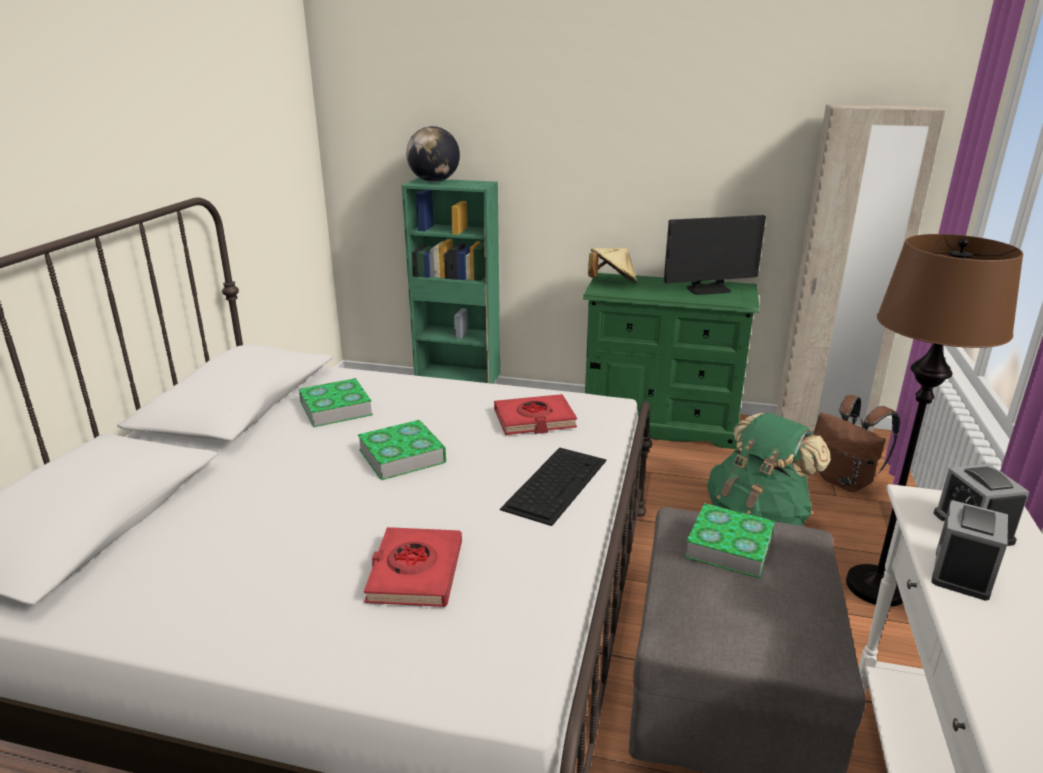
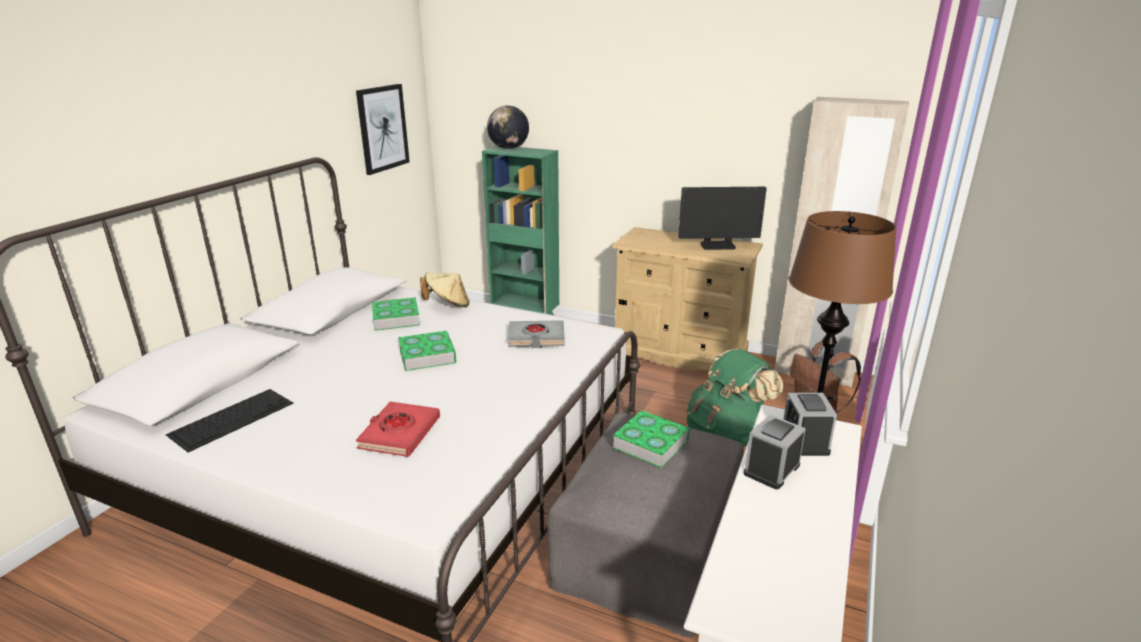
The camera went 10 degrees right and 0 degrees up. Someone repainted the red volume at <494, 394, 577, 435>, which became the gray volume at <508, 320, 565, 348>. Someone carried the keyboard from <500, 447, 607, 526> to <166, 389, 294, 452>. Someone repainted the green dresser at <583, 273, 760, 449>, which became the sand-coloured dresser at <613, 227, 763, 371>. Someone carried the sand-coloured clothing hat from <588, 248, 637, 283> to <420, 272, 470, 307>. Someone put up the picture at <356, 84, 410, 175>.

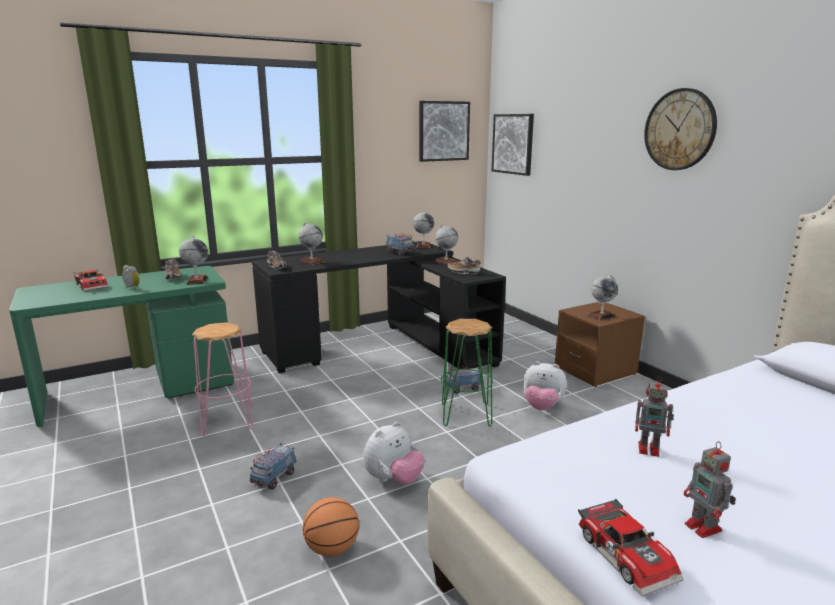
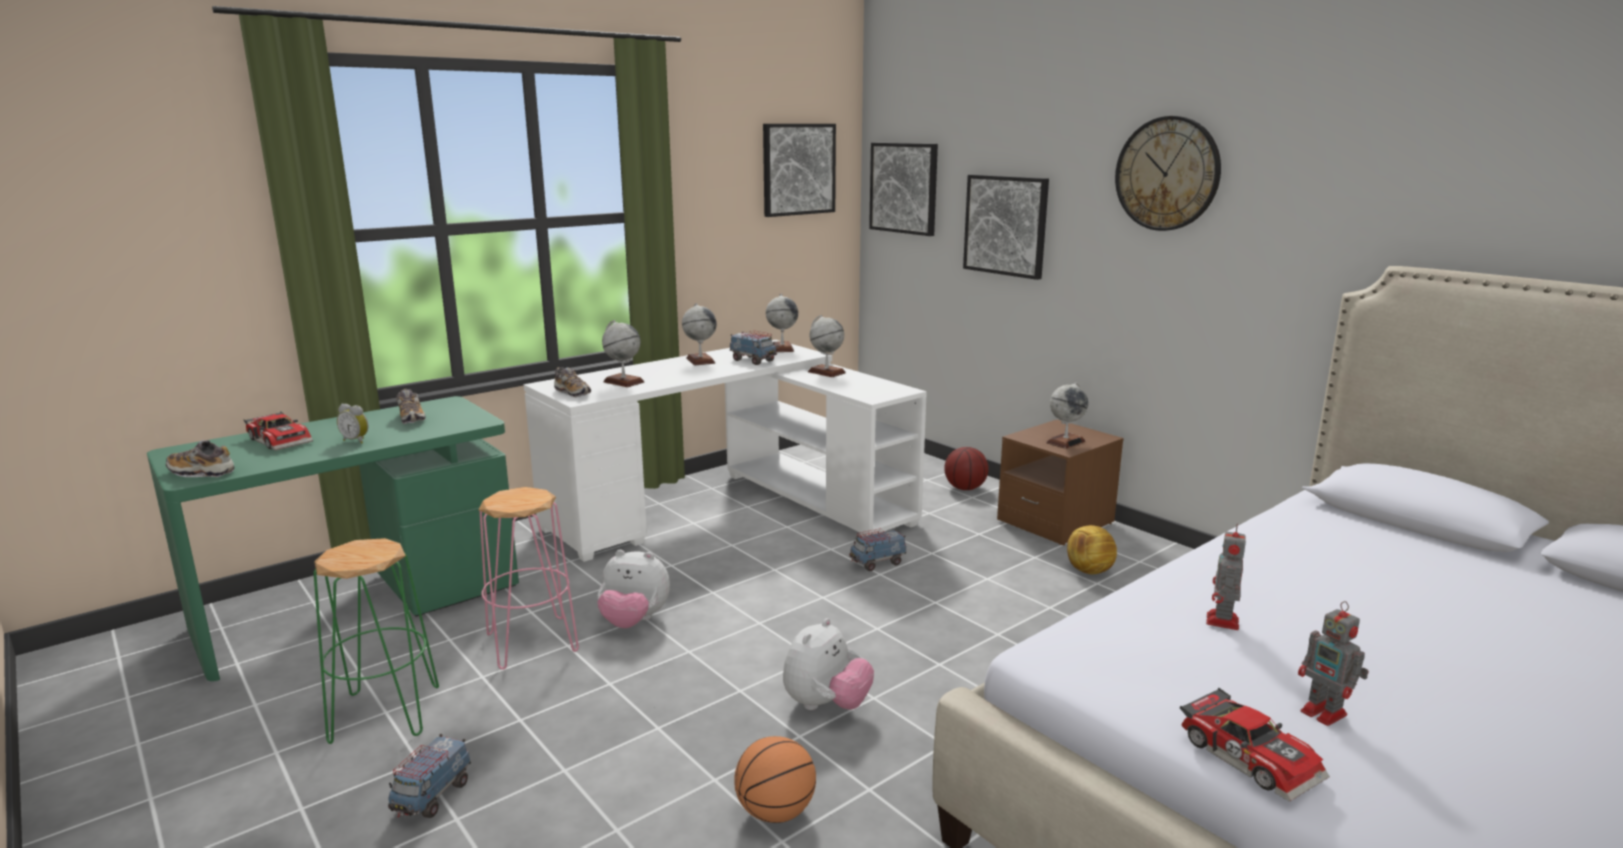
The camera went 10 degrees left and 0 degrees up. Someone carried the globe from <179, 236, 208, 285> to <682, 303, 717, 365>. Someone carried the toy lorry from <249, 443, 297, 490> to <388, 734, 471, 818>. Someone repainted the black-coloured desk table at <252, 241, 506, 374>, which became the white desk table at <524, 340, 927, 562>. Someone carried the green stool seat from <441, 319, 493, 427> to <314, 538, 439, 744>. Someone carried the shoe from <447, 257, 481, 274> to <166, 440, 234, 477>. Someone carried the plush toy from <523, 361, 567, 410> to <597, 550, 670, 628>. Someone rotated the toy robot at <635, 376, 674, 457> by 105 degrees clockwise. Someone put down the ball for basketball at <944, 447, 989, 490>. Someone put up the picture at <963, 174, 1049, 280>. Someone put down the ball for football at <1067, 525, 1117, 574>.

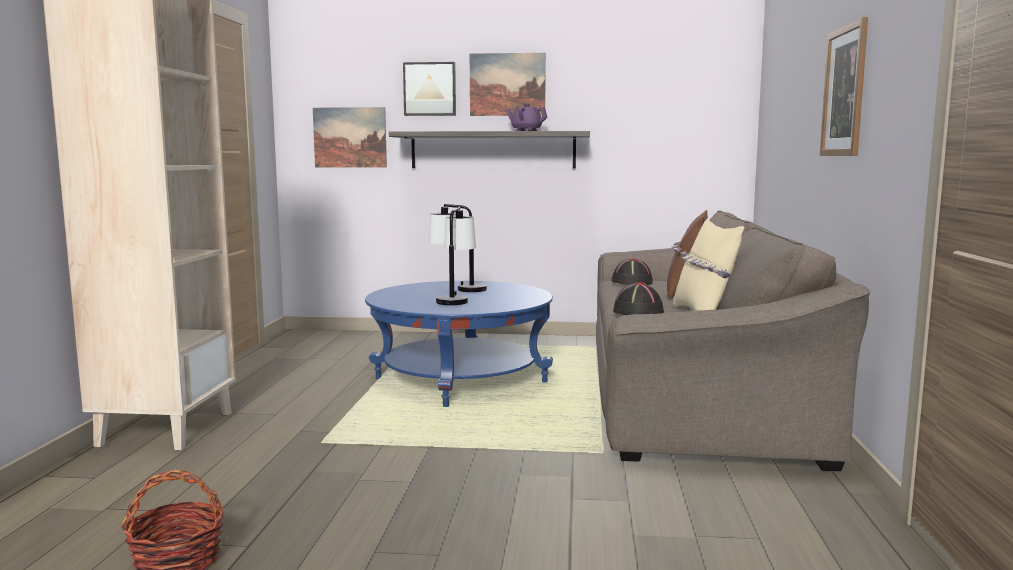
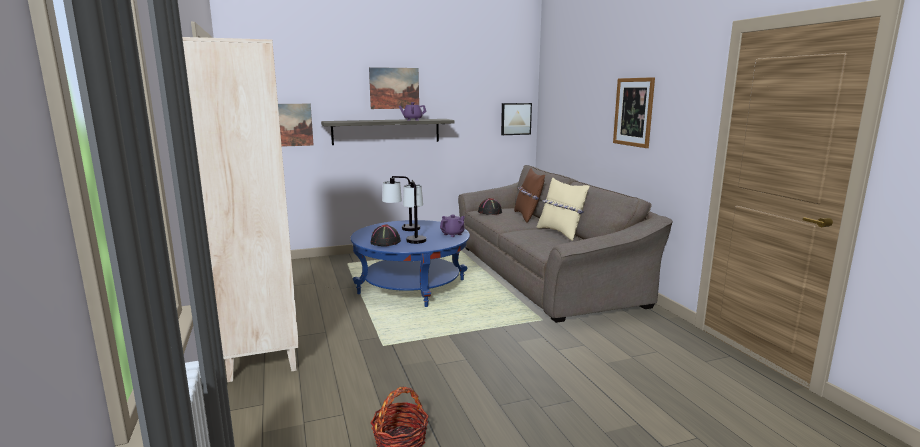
The camera went 25 degrees left and 5 degrees up. Someone carried the picture from <403, 62, 456, 116> to <501, 103, 532, 135>. Someone carried the black-coloured clothing hat from <613, 282, 664, 315> to <370, 224, 401, 246>. Someone put down the purple tea pot at <440, 215, 465, 237>.

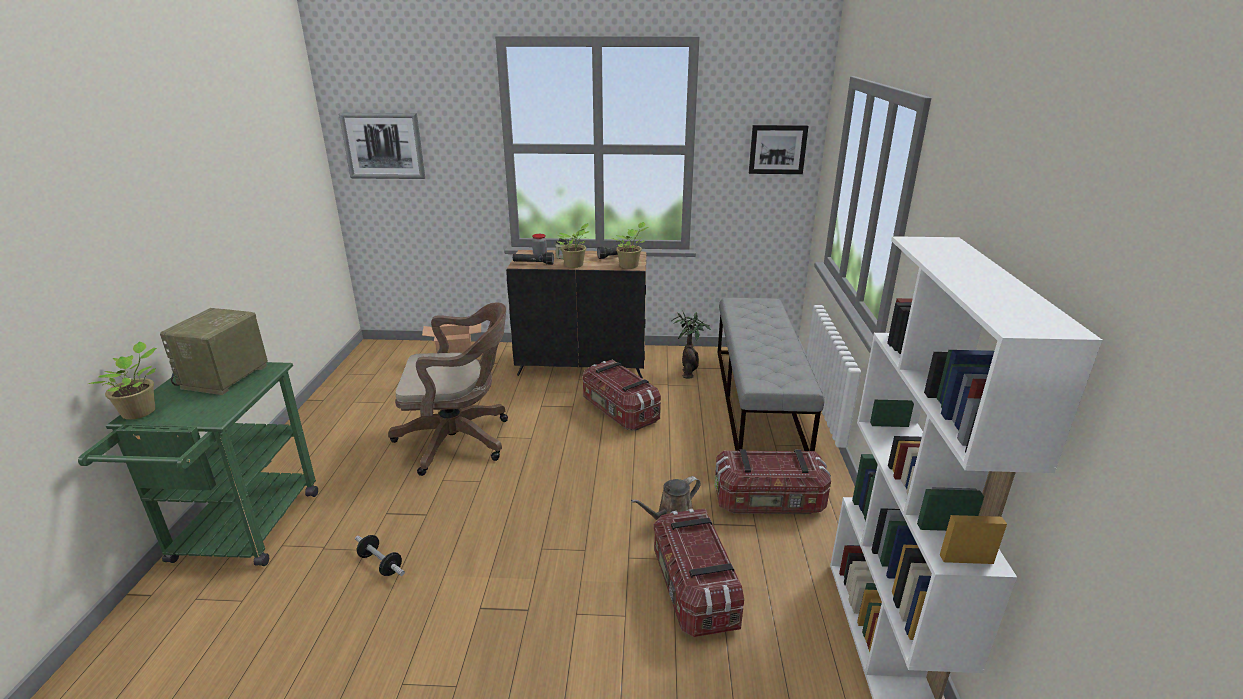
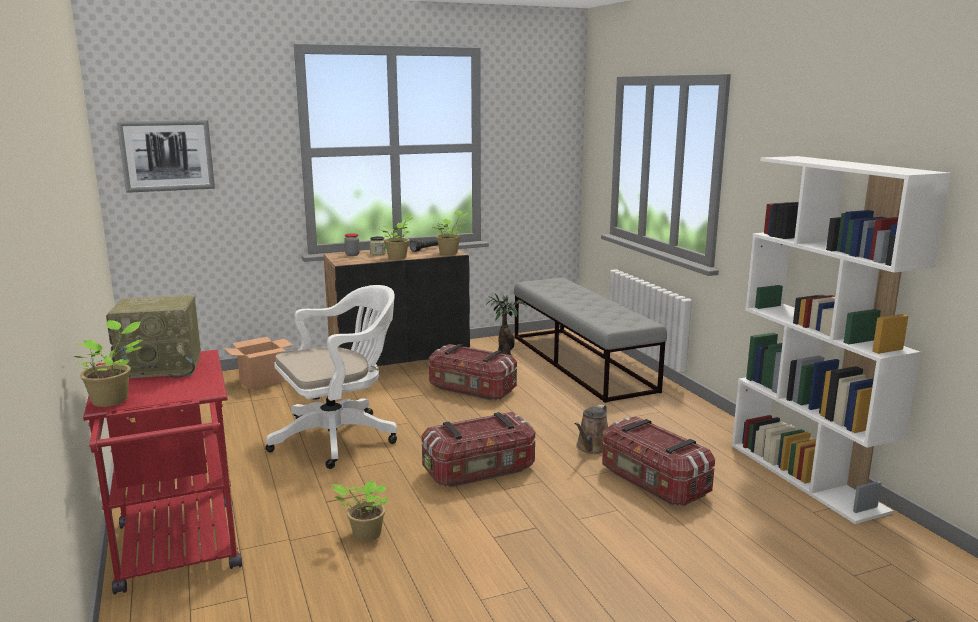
The camera went 25 degrees left and 10 degrees down. Someone repainted the green cart at <78, 362, 318, 566>, which became the red cart at <83, 350, 242, 595>. Someone rotated the radio receiver at <160, 308, 268, 395> by 90 degrees counterclockwise. Someone swapped the hand weight at <355, 535, 405, 576> for the houseplant at <331, 480, 389, 542>. Someone repainted the brownish office chair at <388, 303, 508, 476>, which became the white office chair at <266, 285, 397, 469>. Someone took away the black-coloured hand torch at <513, 252, 554, 265>. Someone carried the storage container from <714, 449, 831, 514> to <422, 412, 535, 488>. Someone took away the picture at <749, 125, 808, 174>.

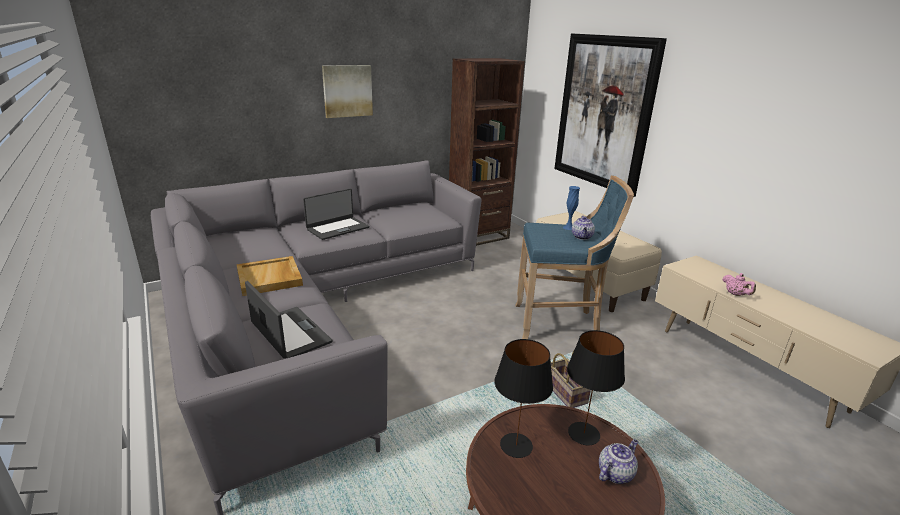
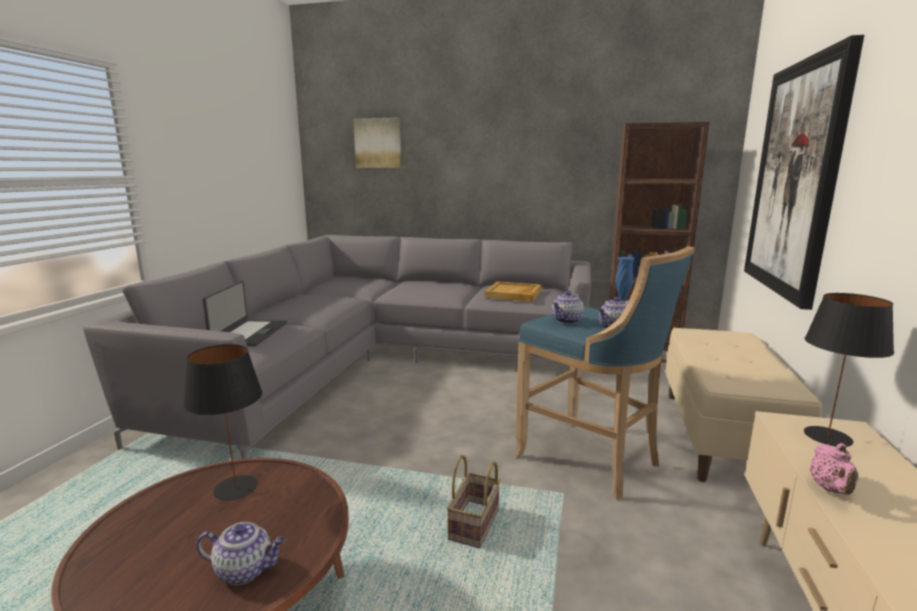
The camera went 45 degrees right and 10 degrees down. Someone carried the sand-coloured tray from <236, 256, 303, 296> to <485, 281, 541, 302>. Someone took away the laptop at <303, 188, 369, 240>. Someone carried the picture from <322, 65, 373, 118> to <354, 118, 401, 168>. Someone carried the black-coloured table lamp from <567, 330, 625, 445> to <804, 293, 894, 447>. Someone put down the tea pot at <552, 291, 584, 324>.

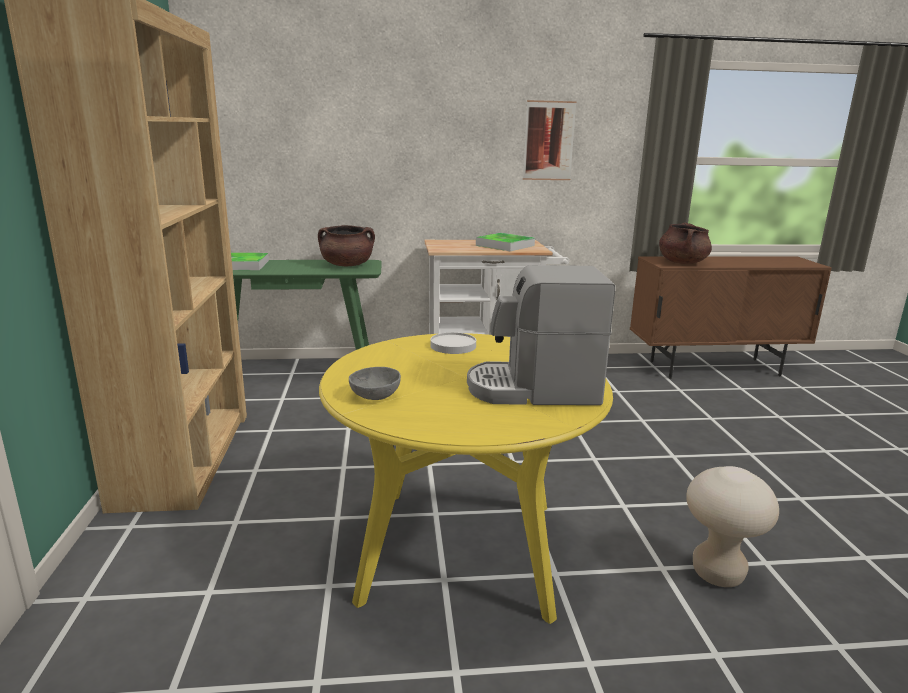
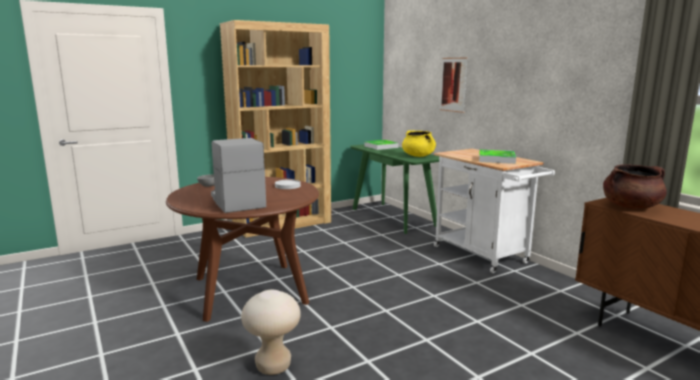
The camera went 65 degrees right and 5 degrees down. Someone repainted the brownish cooking pot at <318, 225, 375, 266>, which became the yellow cooking pot at <402, 130, 436, 157>. Someone repainted the yellow kitchen table at <319, 333, 613, 624>, which became the brownish kitchen table at <166, 177, 319, 322>. Someone carried the picture from <523, 100, 577, 180> to <440, 57, 468, 113>.

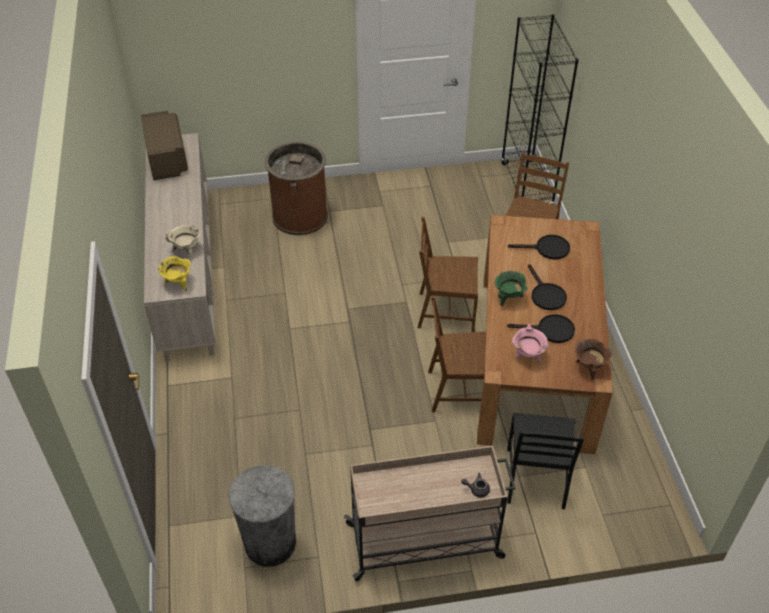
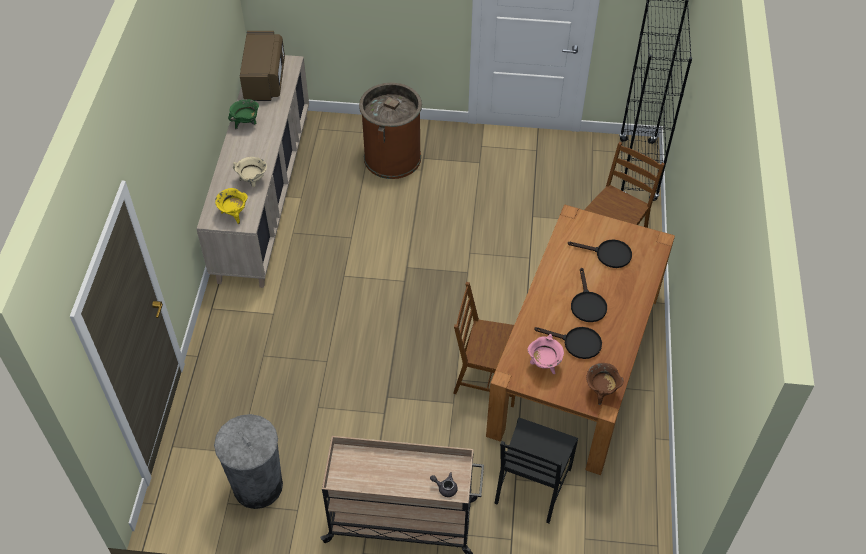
The camera went 15 degrees right and 5 degrees up. Someone took away the brownish plain chair at <418, 217, 478, 332>. Someone carried the green cooking pot from <495, 271, 528, 306> to <228, 99, 259, 130>.

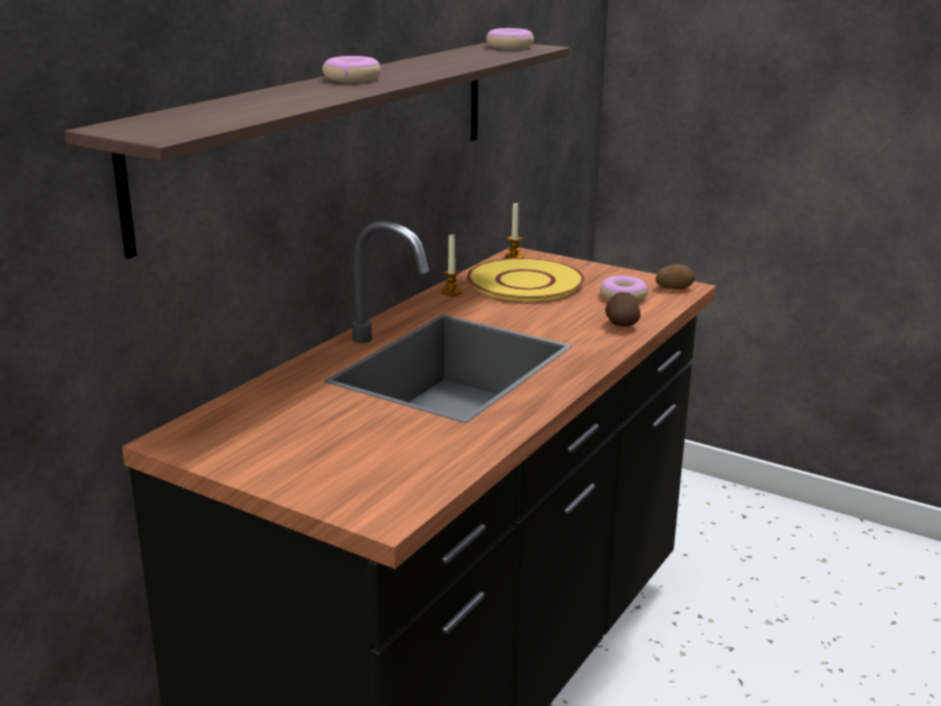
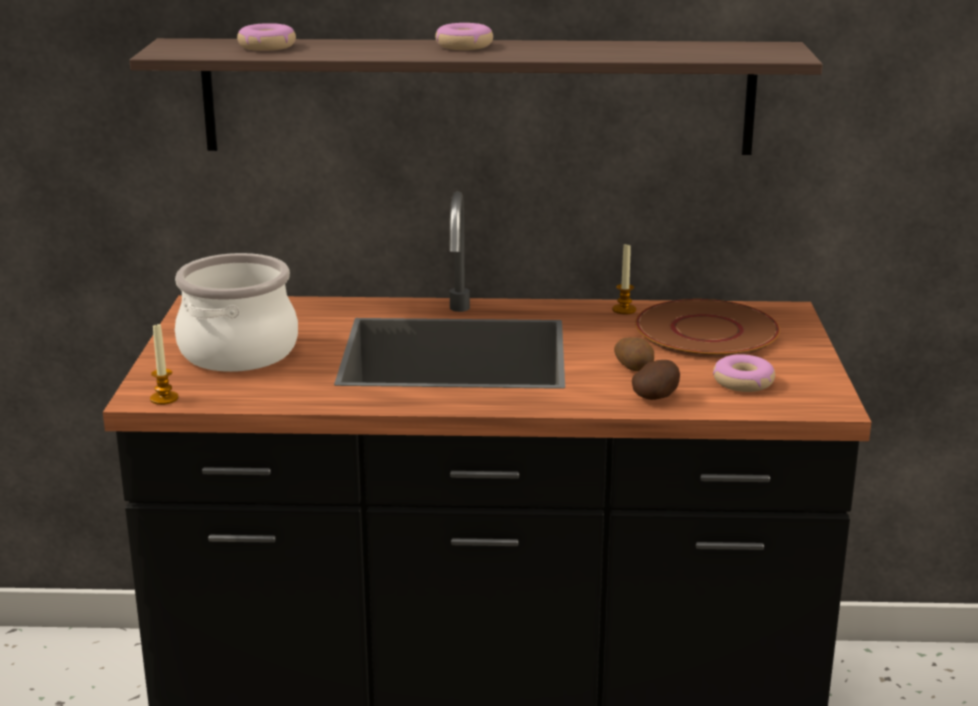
The camera went 60 degrees right and 0 degrees up. Someone repainted the yellow plate at <467, 258, 585, 301>, which became the brownish plate at <635, 299, 780, 358>. Someone carried the ring doughnut from <486, 28, 534, 49> to <237, 23, 296, 51>. Someone carried the wax candle from <505, 202, 524, 259> to <150, 322, 179, 405>. Someone carried the potato from <655, 264, 695, 289> to <614, 337, 654, 371>. Someone put down the cooking pot at <175, 253, 298, 372>.

